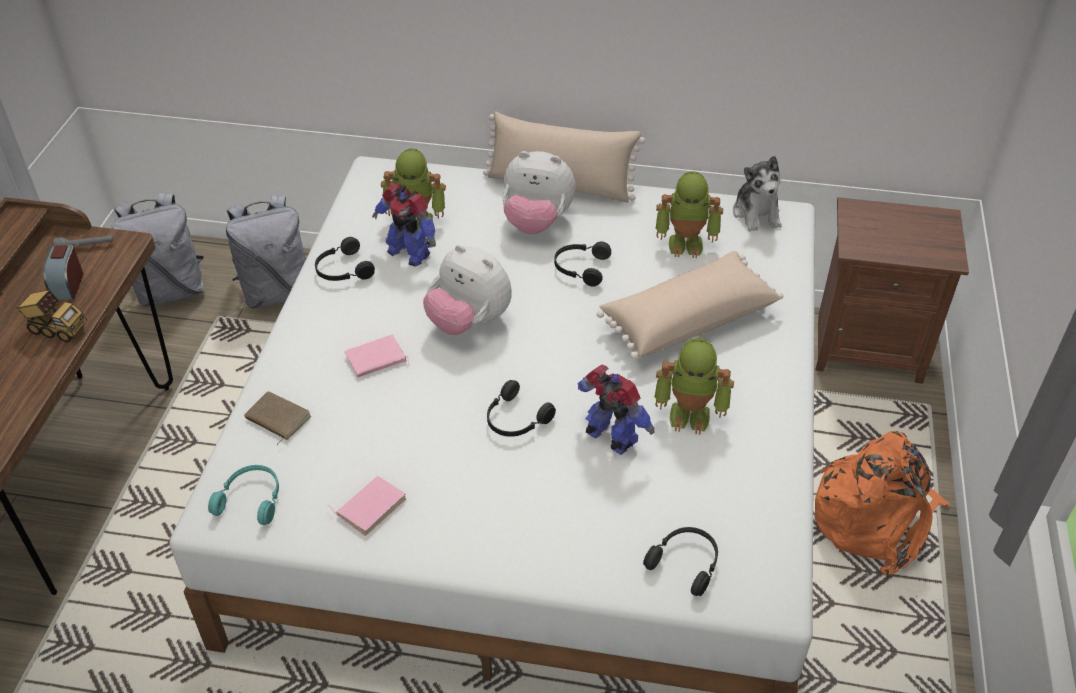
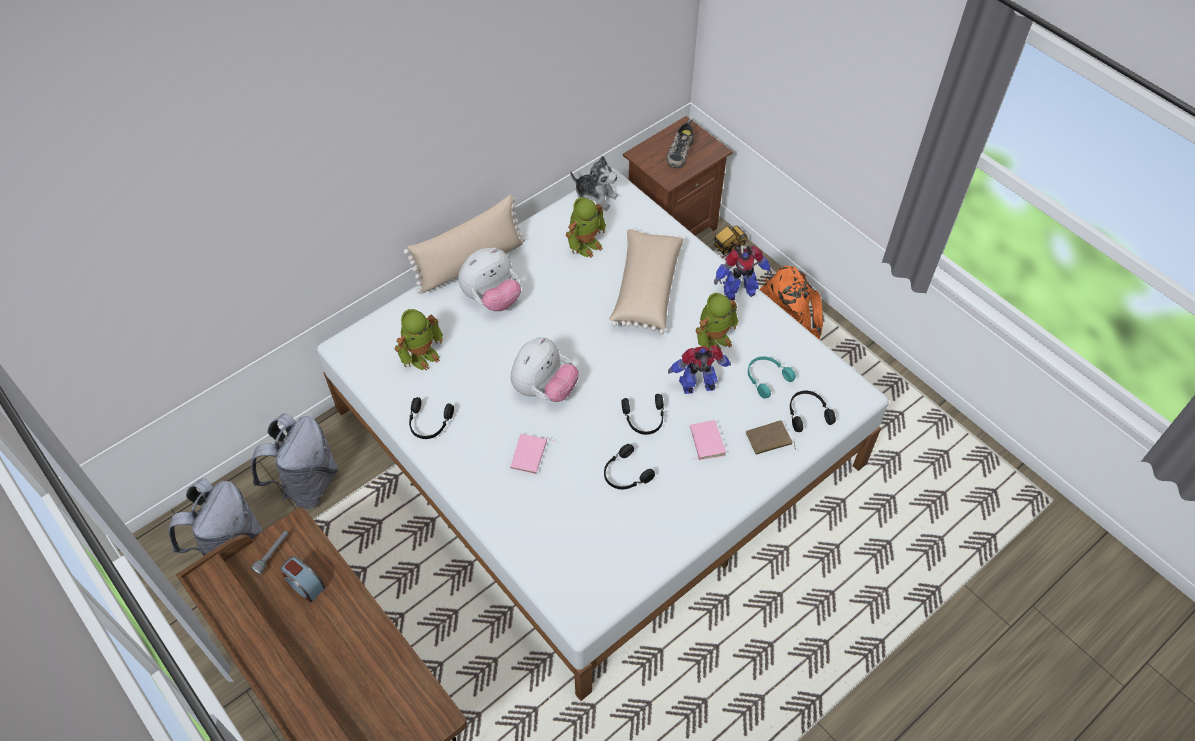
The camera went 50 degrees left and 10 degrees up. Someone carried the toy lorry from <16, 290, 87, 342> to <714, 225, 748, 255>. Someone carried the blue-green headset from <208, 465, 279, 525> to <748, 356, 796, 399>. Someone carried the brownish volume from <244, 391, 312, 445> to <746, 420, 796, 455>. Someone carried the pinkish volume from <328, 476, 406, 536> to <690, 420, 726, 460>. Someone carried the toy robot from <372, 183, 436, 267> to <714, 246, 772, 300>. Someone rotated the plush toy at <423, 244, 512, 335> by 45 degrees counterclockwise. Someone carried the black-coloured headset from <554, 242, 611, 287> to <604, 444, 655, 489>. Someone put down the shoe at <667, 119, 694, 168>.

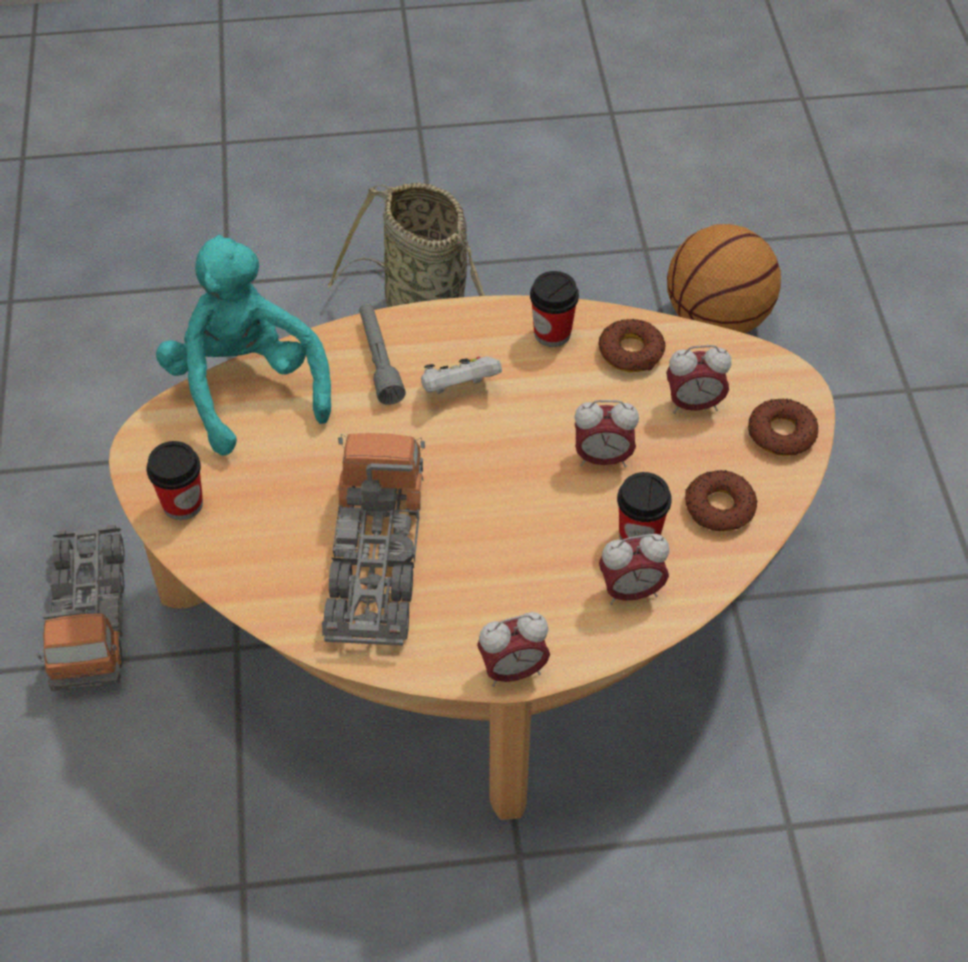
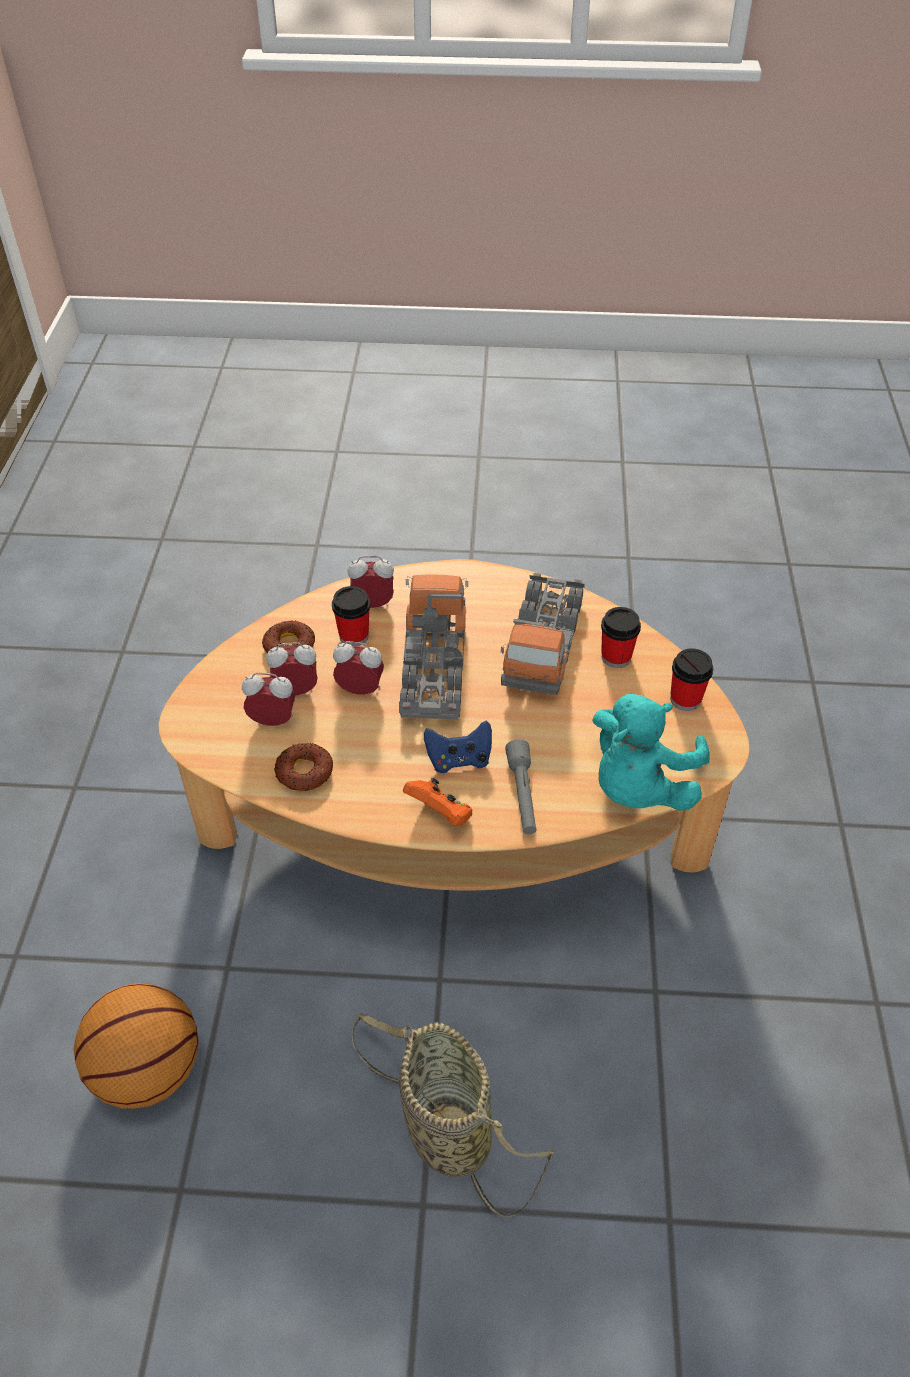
The camera went 170 degrees left and 5 degrees down. Someone carried the toy lorry from <36, 524, 125, 691> to <399, 574, 468, 719>. Someone rotated the blue-green plush toy at <156, 234, 331, 456> by 45 degrees clockwise. Someone repainted the white game controller at <421, 356, 502, 394>, which became the blue-coloured game controller at <424, 721, 492, 773>. Someone carried the bedside clock from <477, 612, 550, 687> to <266, 642, 318, 695>. Someone carried the small cup from <530, 271, 579, 347> to <601, 607, 641, 668>. Someone took away the ring doughnut at <748, 399, 818, 456>. Someone put down the orangey game controller at <403, 778, 472, 826>.

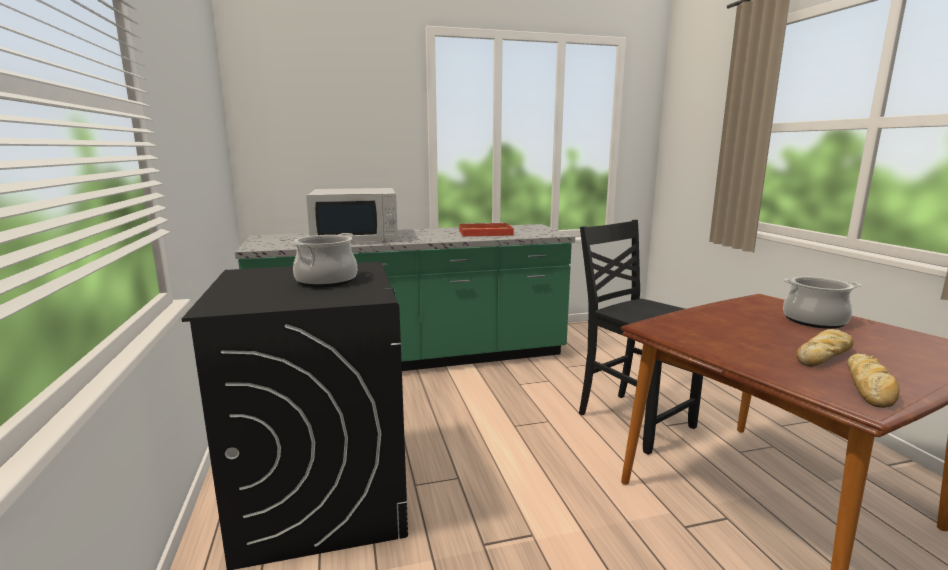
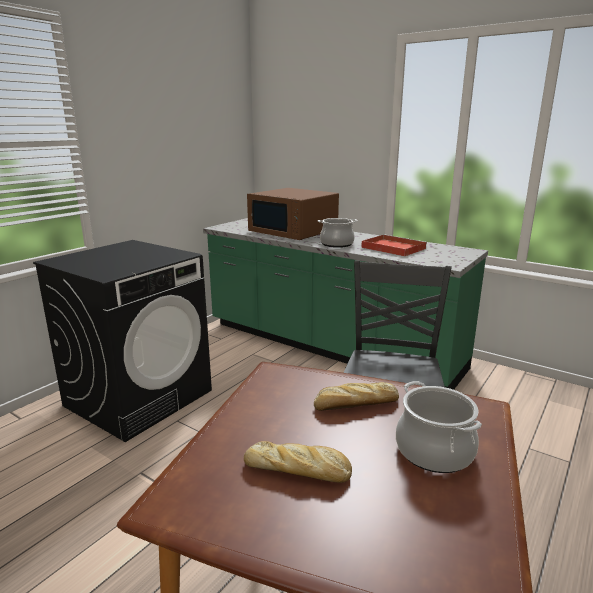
The camera went 50 degrees right and 5 degrees up. Someone carried the cooking pot from <290, 233, 357, 288> to <318, 218, 358, 248>. Someone repainted the white microwave at <306, 188, 398, 242>, which became the brownish microwave at <247, 188, 339, 240>. Someone carried the bakery bread from <847, 354, 900, 408> to <314, 382, 399, 411>.

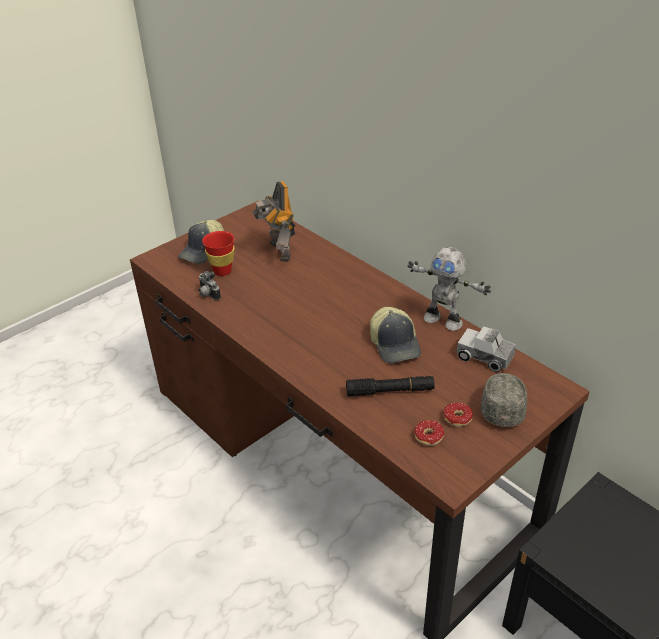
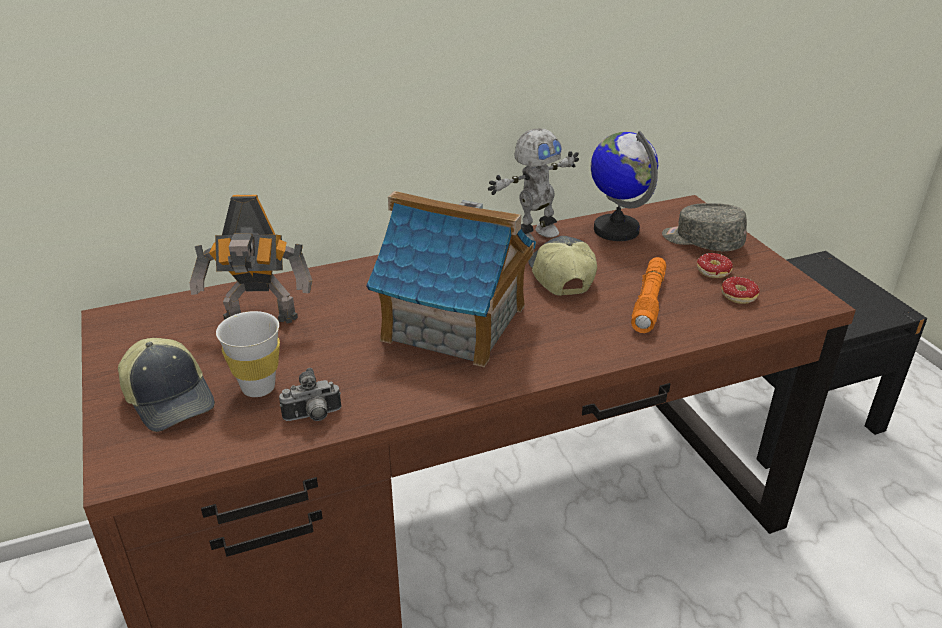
The camera went 70 degrees left and 5 degrees down. Someone repainted the red small cup at <202, 231, 234, 276>, which became the white small cup at <216, 311, 280, 397>. Someone repainted the black-coloured hand torch at <346, 376, 435, 396>, which became the orangey hand torch at <631, 257, 666, 333>. Someone rotated the peaked cap at <370, 307, 421, 363> by 105 degrees counterclockwise. Someone swapped the toy lorry at <457, 326, 516, 372> for the globe at <591, 131, 658, 241>. Someone put down the model house at <366, 191, 536, 367>.

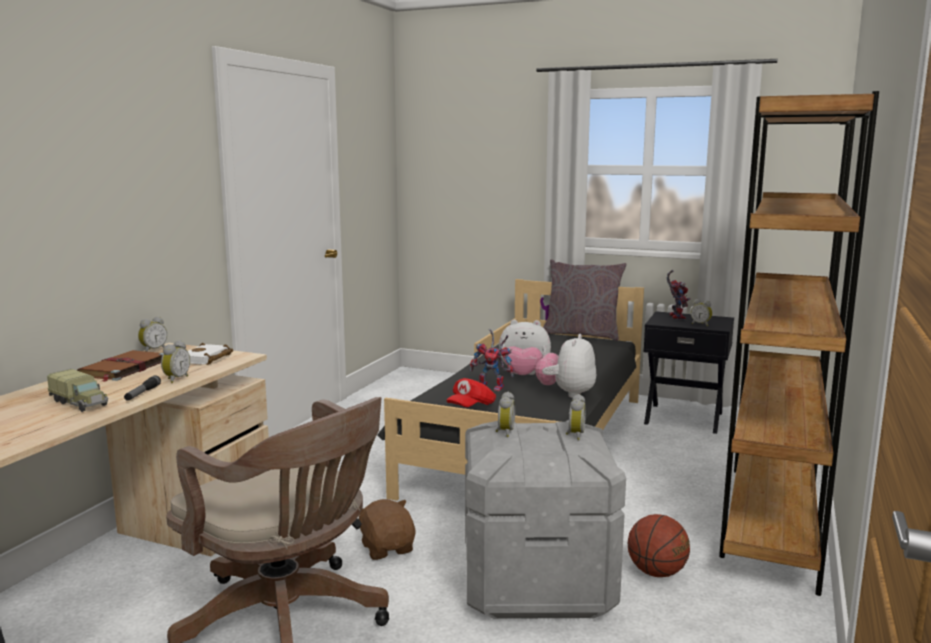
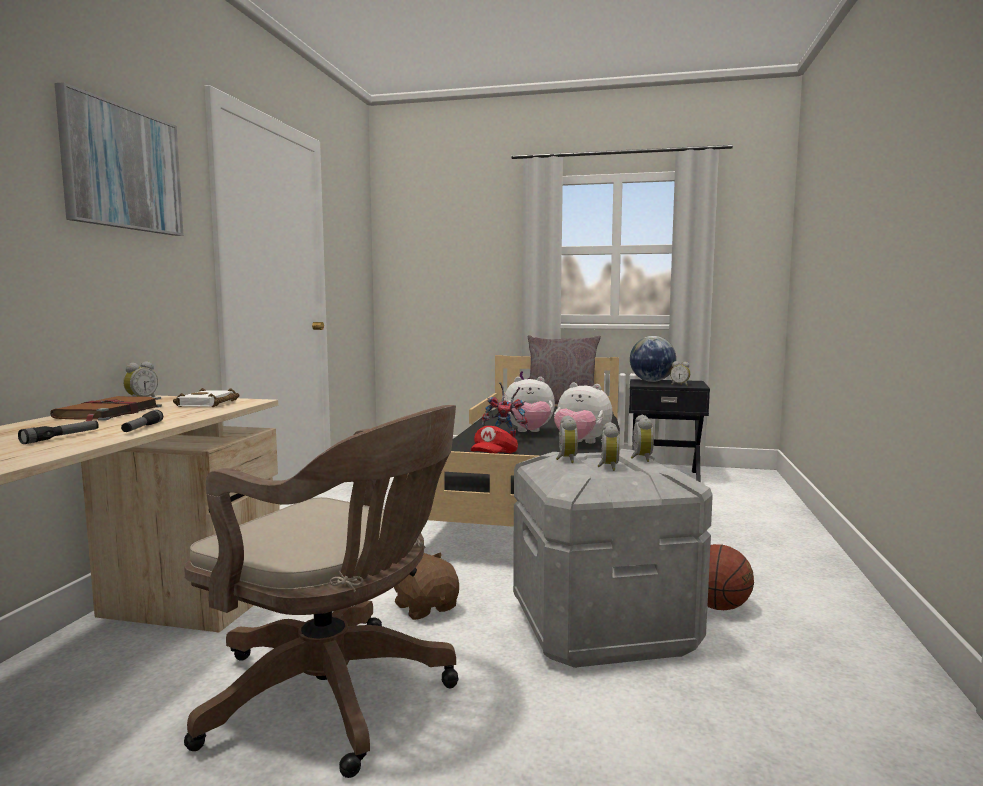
The camera went 10 degrees left and 5 degrees down. Someone swapped the toy lorry at <47, 369, 108, 412> for the hand torch at <18, 420, 99, 444>. Someone carried the bedside clock from <161, 340, 190, 383> to <598, 422, 620, 471>. Someone rotated the plush toy at <535, 334, 596, 398> by 75 degrees counterclockwise. Someone swapped the toy robot at <667, 270, 690, 319> for the globe at <630, 336, 676, 382>. Someone took away the brownish bookshelf at <719, 91, 879, 596>. Someone put up the picture at <54, 82, 184, 236>.

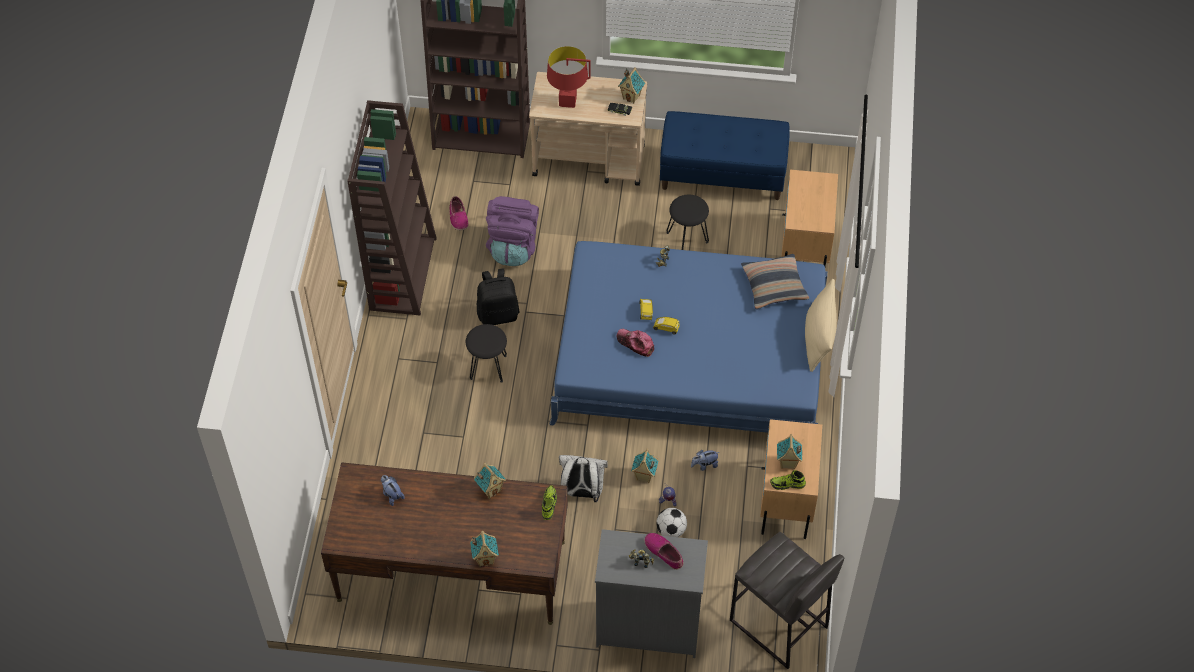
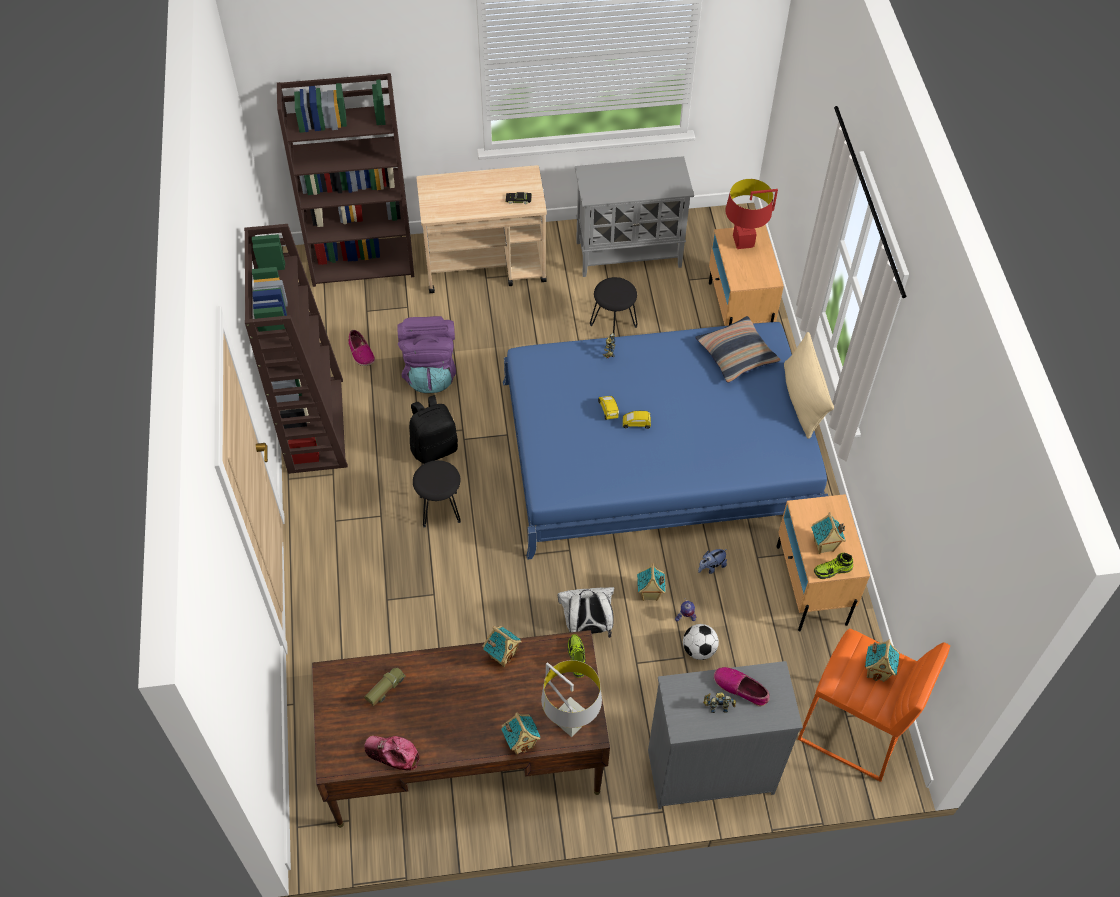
The camera went 15 degrees left and 0 degrees up. Someone swapped the plush toy at <381, 475, 405, 506> for the toy lorry at <364, 667, 406, 706>. Someone carried the red table lamp from <547, 46, 591, 108> to <725, 179, 778, 249>. Someone carried the peaked cap from <617, 329, 654, 357> to <364, 736, 419, 771>. Someone carried the model house from <618, 67, 645, 104> to <865, 640, 900, 682>. Someone swapped the blue-coloured bench at <660, 111, 790, 200> for the gray cabinet at <575, 156, 694, 277>. Someone repainted the gray stool seat at <730, 532, 844, 669>, which became the orangey stool seat at <797, 629, 950, 782>. Someone put down the gray table lamp at <541, 660, 602, 737>.

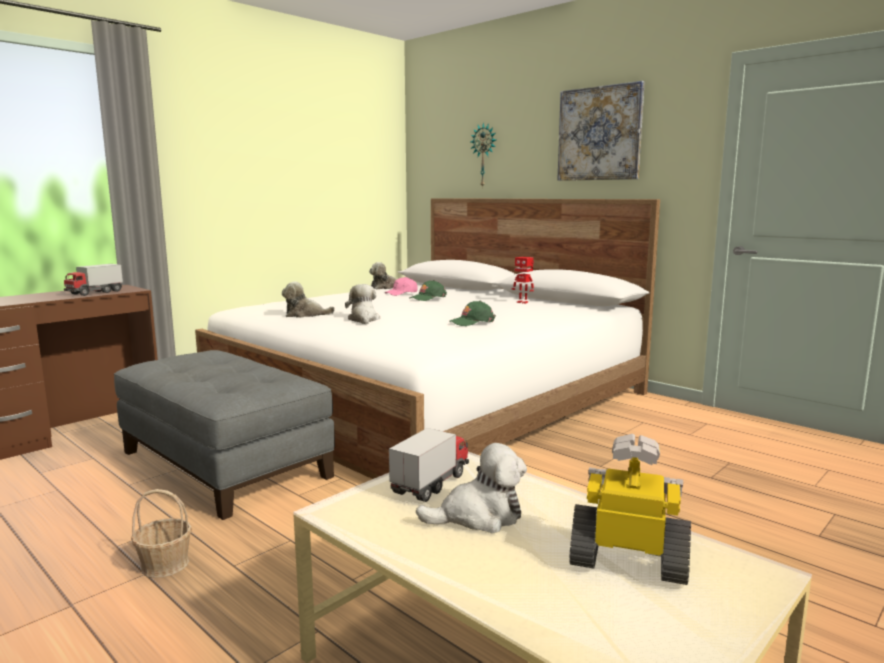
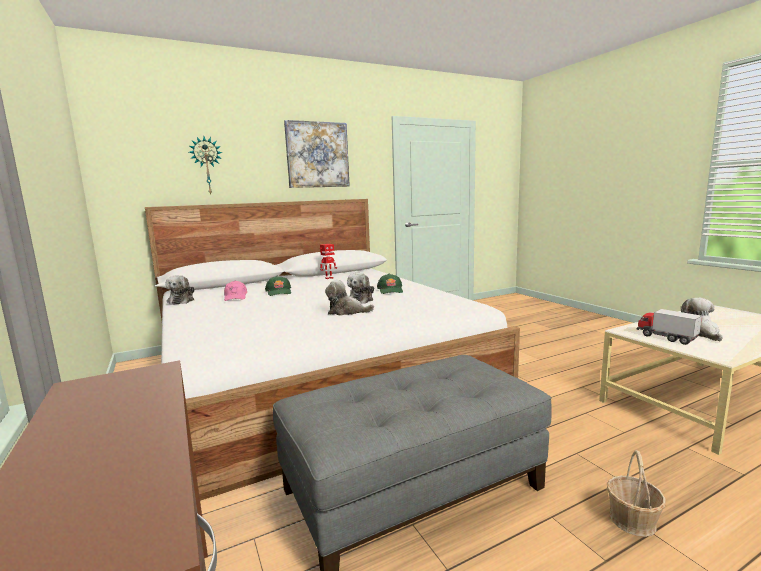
The camera went 70 degrees left and 0 degrees up. Someone took away the toy lorry at <64, 264, 123, 296>. Someone carried the plush toy from <282, 282, 335, 318> to <347, 273, 374, 304>. Someone took away the toy robot at <569, 434, 691, 585>.

